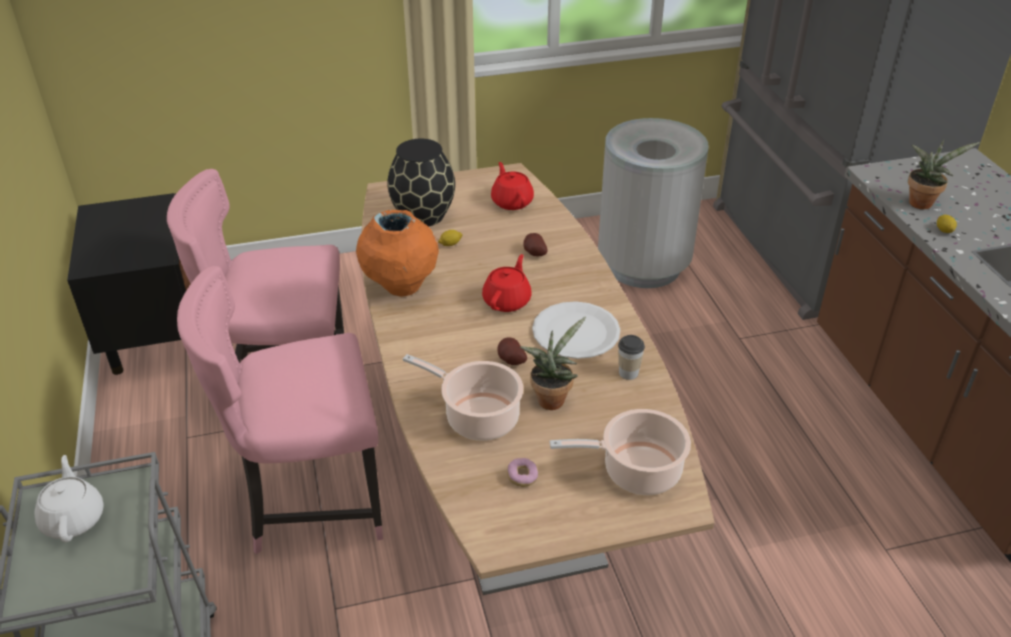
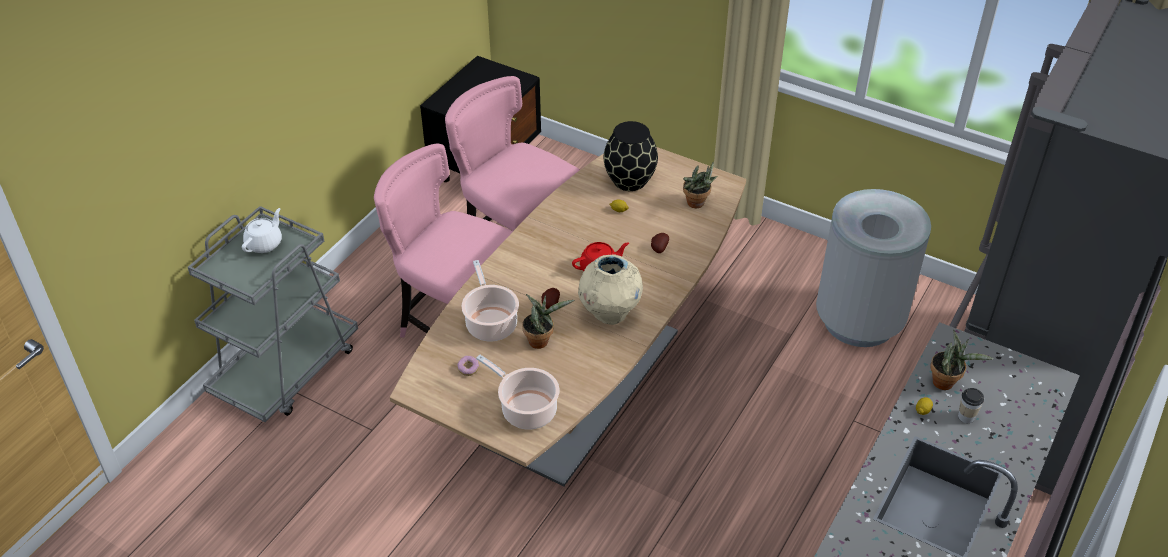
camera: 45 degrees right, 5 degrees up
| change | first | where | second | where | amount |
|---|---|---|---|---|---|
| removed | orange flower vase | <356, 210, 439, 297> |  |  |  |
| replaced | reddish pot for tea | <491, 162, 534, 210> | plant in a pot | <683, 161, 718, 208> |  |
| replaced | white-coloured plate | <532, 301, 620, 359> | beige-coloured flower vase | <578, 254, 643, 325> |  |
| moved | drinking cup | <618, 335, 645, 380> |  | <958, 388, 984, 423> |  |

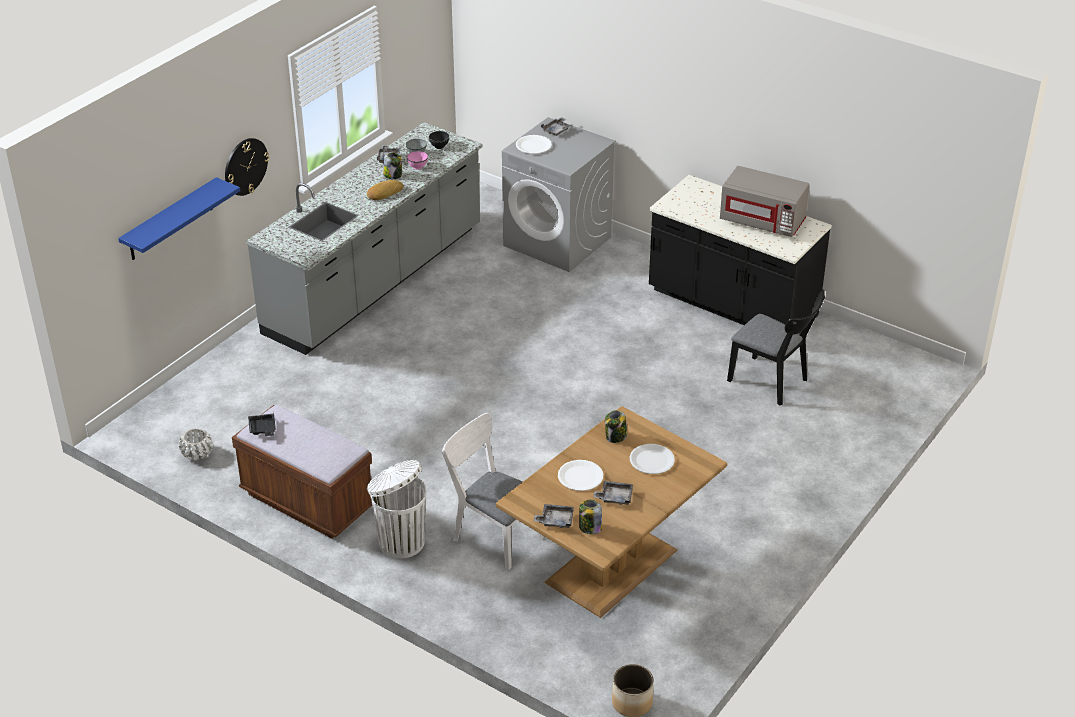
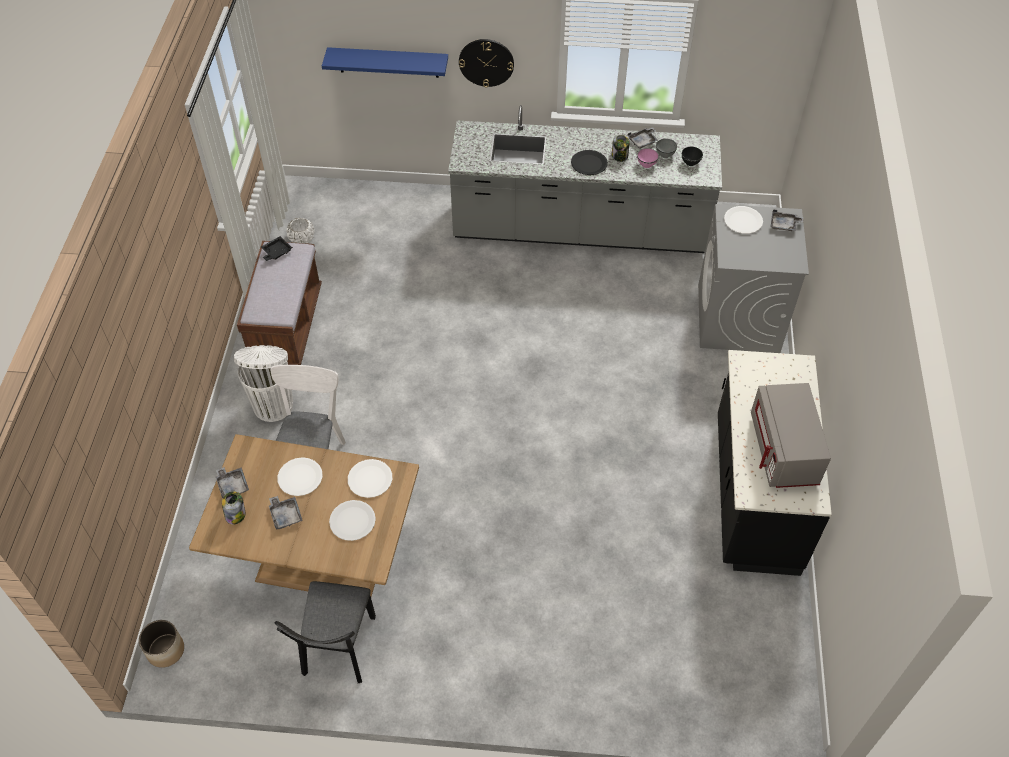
camera: 60 degrees right, 15 degrees up
| change | first | where | second | where | amount |
|---|---|---|---|---|---|
| replaced | baked bread | <367, 180, 404, 200> | blackish plate | <571, 150, 608, 175> |  |
| replaced | jar | <605, 410, 627, 443> | white-coloured plate | <348, 459, 392, 498> |  |
| moved | blackish plain chair | <727, 290, 825, 406> |  | <275, 581, 376, 683> |  |

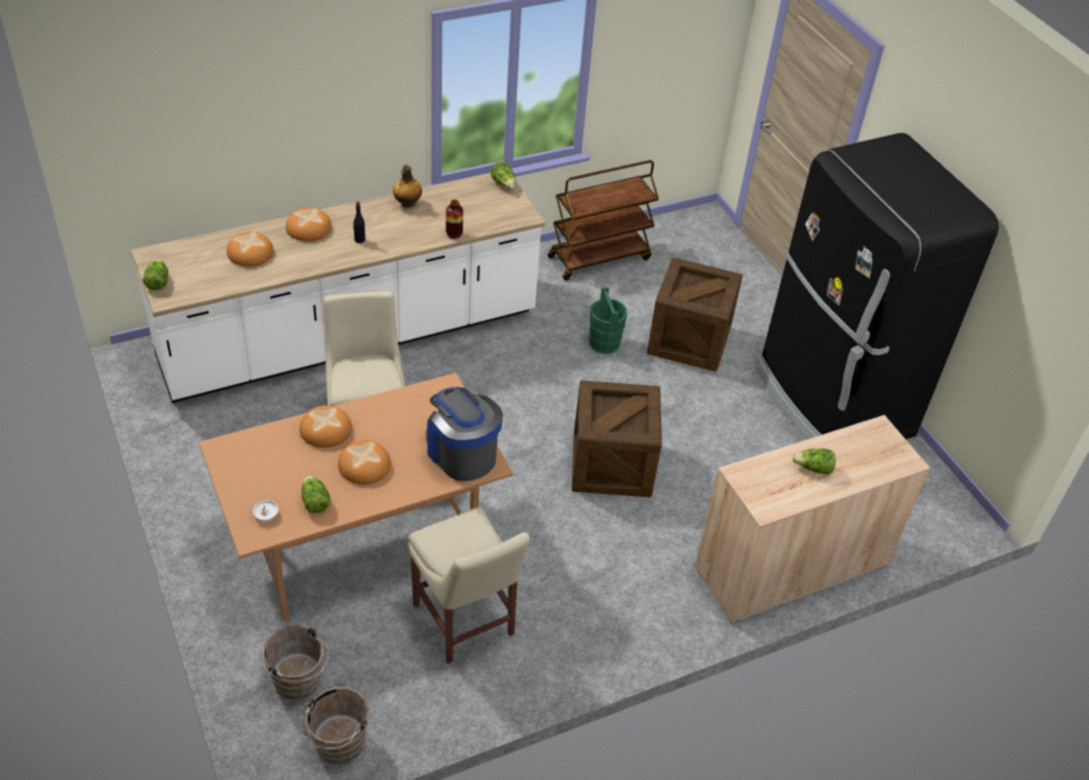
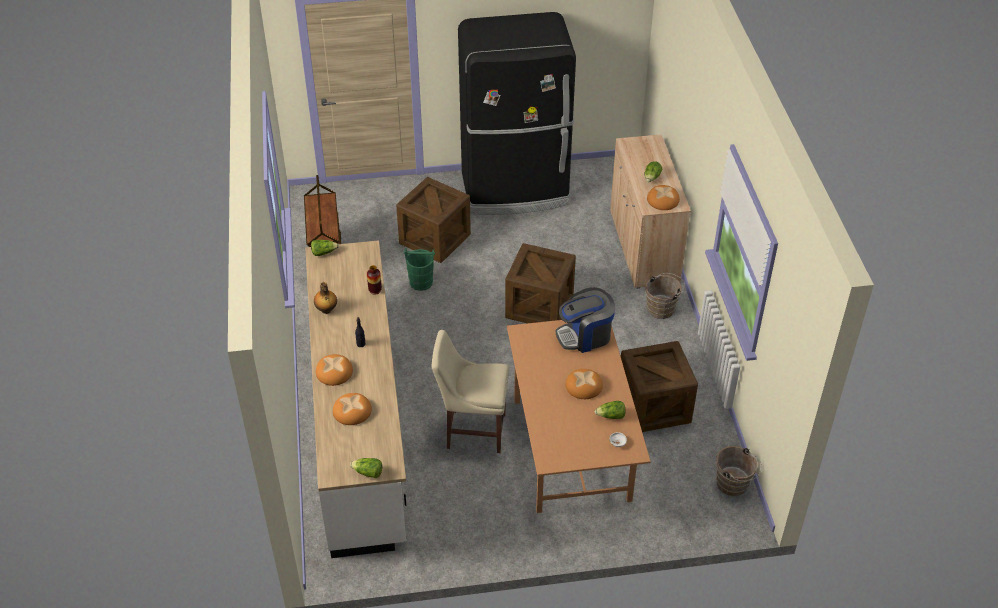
camera: 70 degrees left, 0 degrees up
| change | first | where | second | where | amount |
|---|---|---|---|---|---|
| moved | brown water bucket | <263, 625, 329, 700> |  | <645, 273, 685, 319> |  |
| moved | baked bread | <299, 405, 352, 448> |  | <647, 185, 680, 210> |  |
| replaced | beige-coloured plain chair | <407, 507, 530, 664> | packing crate | <621, 341, 698, 432> |  |

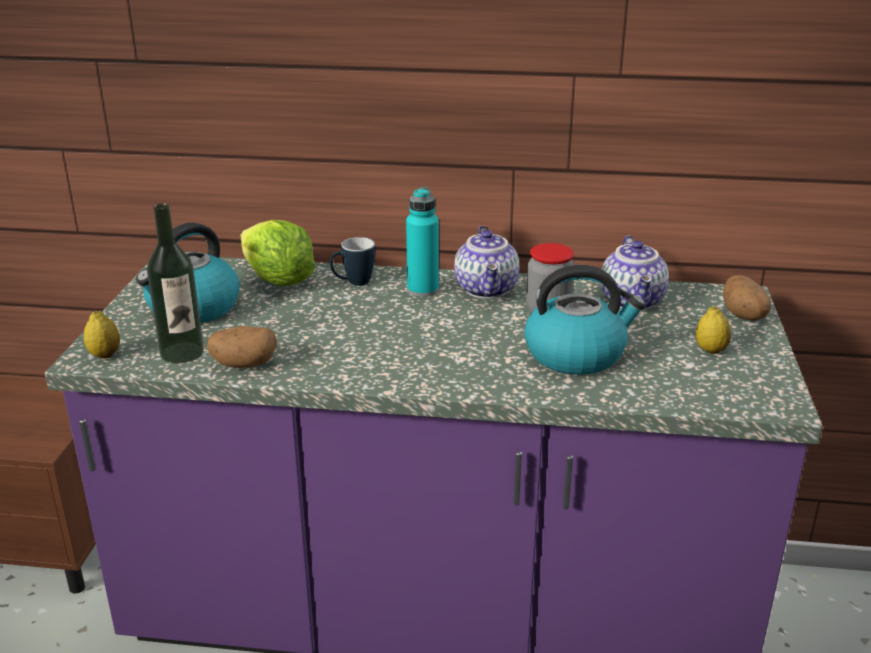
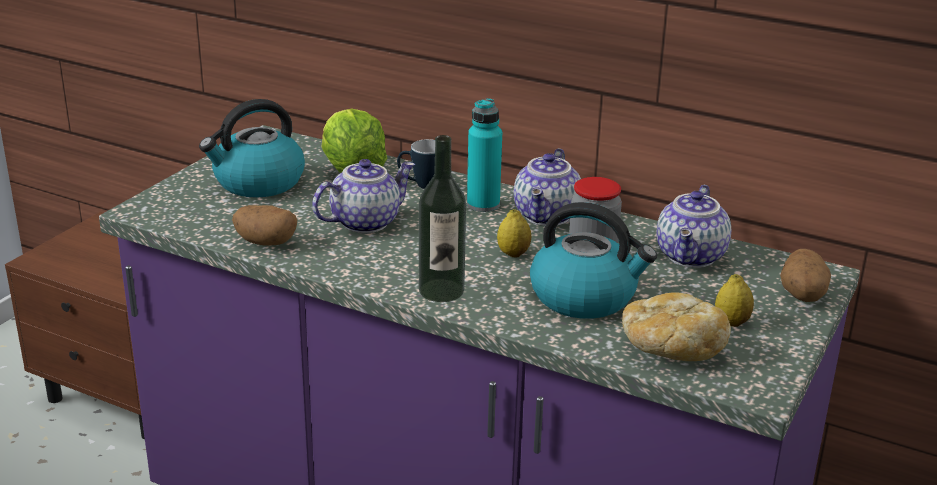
camera: 20 degrees right, 0 degrees up
| change | first | where | second | where | amount |
|---|---|---|---|---|---|
| moved | whole lemon | <84, 311, 120, 359> |  | <497, 209, 531, 257> |  |
| moved | beverage bottle | <147, 203, 204, 364> |  | <419, 135, 466, 302> |  |
| added |  |  | pot for tea | <312, 159, 415, 233> |  |
| added |  |  | baked bread | <622, 292, 731, 361> |  |

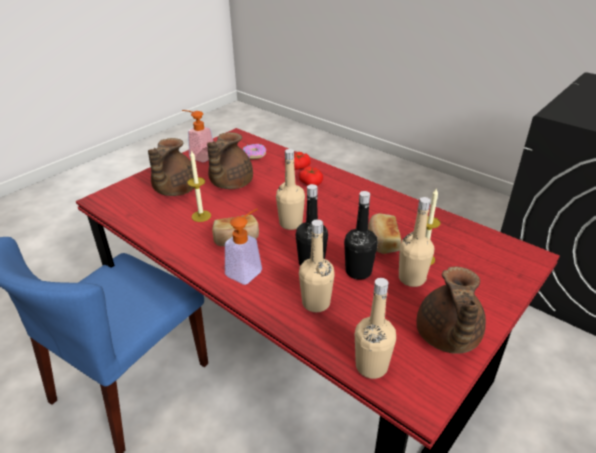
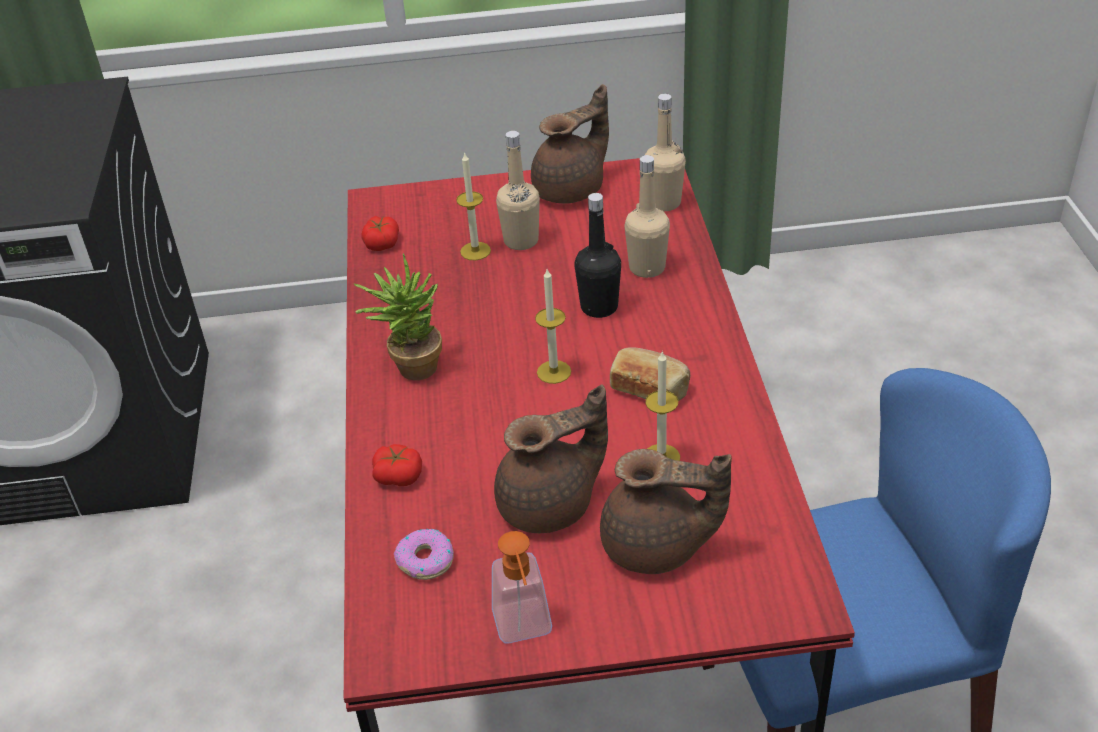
camera: 135 degrees left, 5 degrees up
| change | first | where | second | where | amount |
|---|---|---|---|---|---|
| turned | brown pot for tea | <148, 138, 195, 196> |  | <600, 449, 732, 574> | 45 degrees clockwise |
| removed | soap dispenser | <225, 209, 262, 285> |  |  |  |
| replaced | beige-coloured beverage bottle | <276, 149, 305, 230> | wax candle | <535, 269, 571, 384> |  |
| moved | tomato | <299, 166, 323, 186> |  | <361, 216, 399, 251> |  |
| removed | blackish beverage bottle | <344, 191, 378, 280> |  |  |  |
| removed | baked bread | <368, 213, 401, 254> |  |  |  |
| added |  |  | plant in a pot | <353, 253, 442, 380> |  |

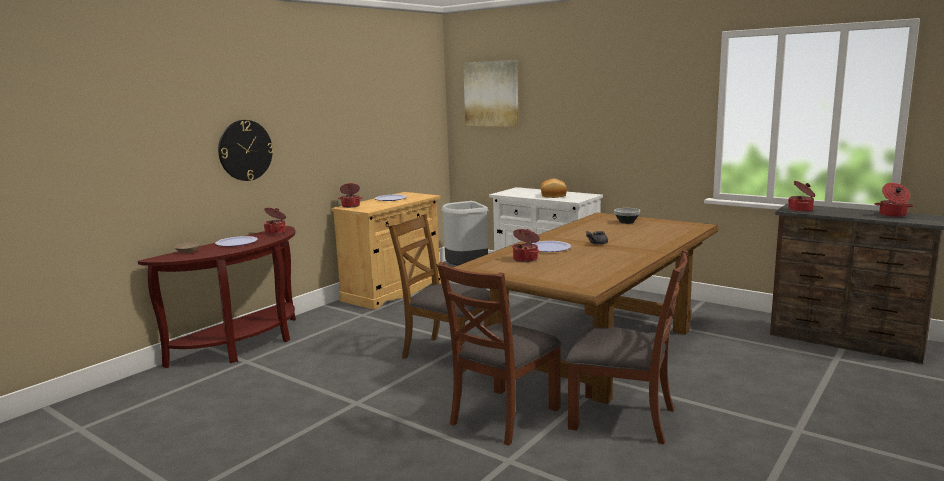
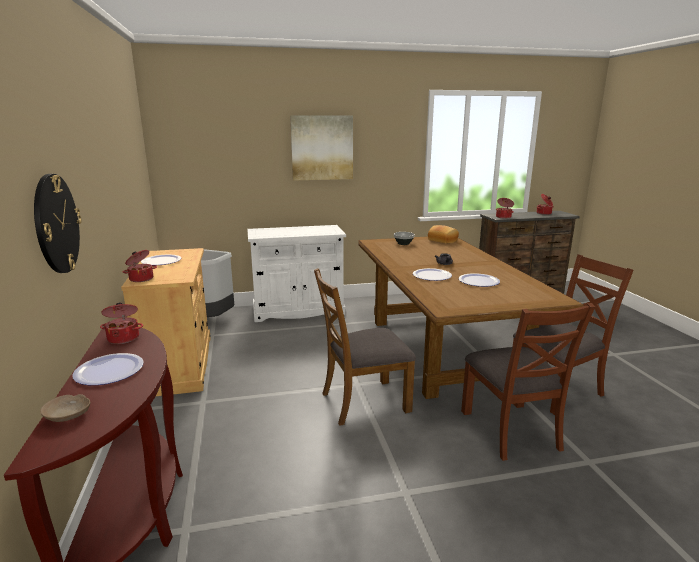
camera: 50 degrees left, 5 degrees up
| change | first | where | second | where | amount |
|---|---|---|---|---|---|
| moved | picture | <463, 60, 519, 127> |  | <290, 115, 353, 181> |  |
| removed | cooking pot | <512, 229, 540, 262> |  |  |  |
| moved | baked bread | <541, 178, 567, 198> |  | <428, 225, 459, 244> |  |
| added |  |  | plate | <458, 273, 500, 287> |  |

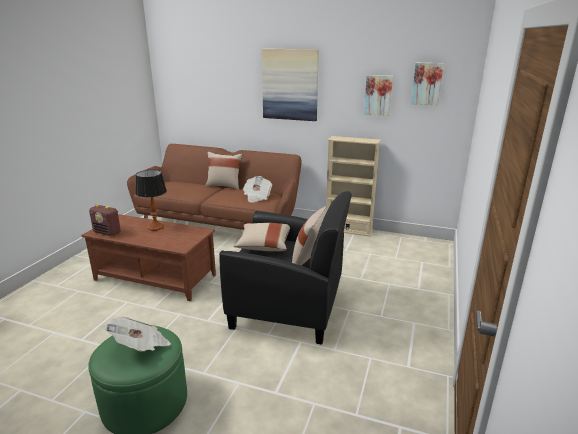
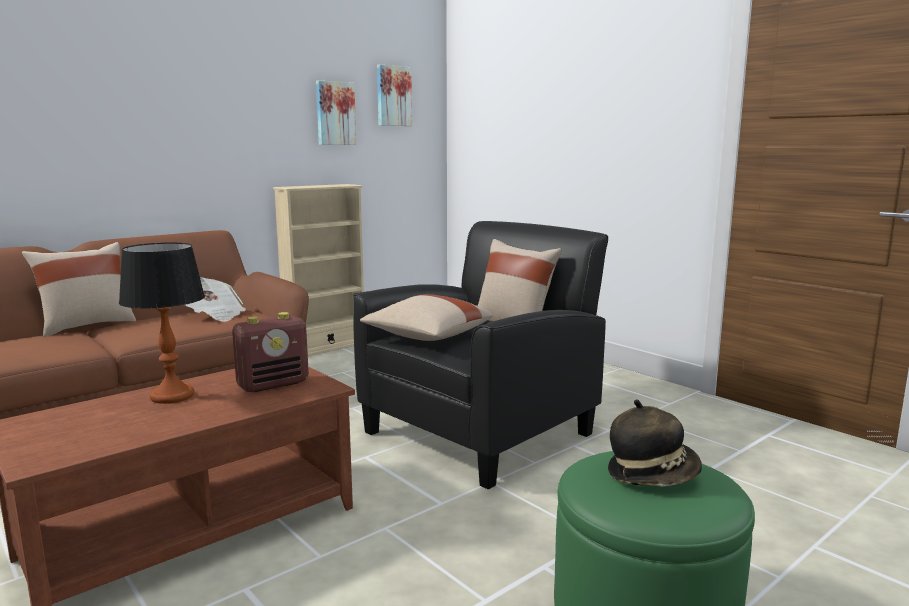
camera: 60 degrees left, 10 degrees down
| change | first | where | second | where | amount |
|---|---|---|---|---|---|
| moved | radio set | <89, 204, 121, 236> |  | <232, 312, 309, 393> |  |
| replaced | printed paper | <104, 317, 171, 352> | hat | <608, 399, 702, 487> |  |
| removed | picture | <262, 49, 319, 121> |  |  |  |

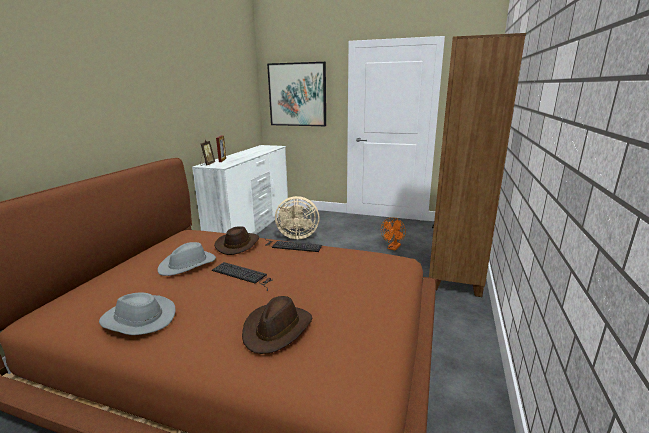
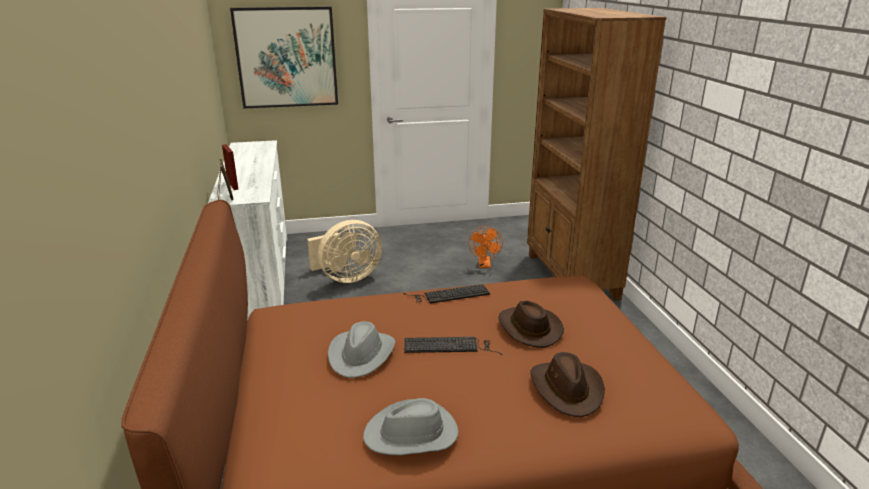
camera: 30 degrees left, 5 degrees up
| change | first | where | second | where | amount |
|---|---|---|---|---|---|
| moved | brown hat | <214, 226, 259, 255> |  | <498, 301, 564, 348> |  |

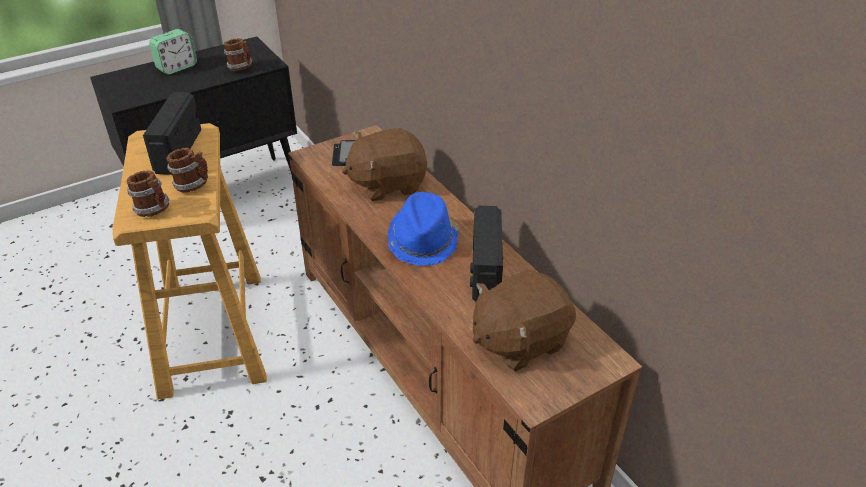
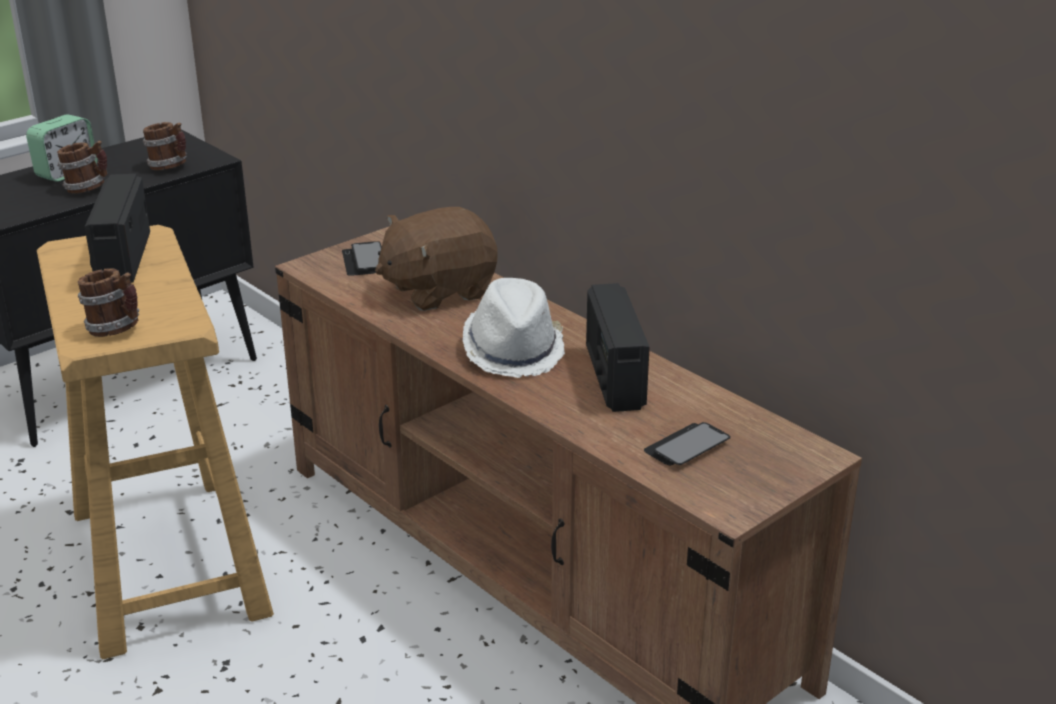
camera: 10 degrees left, 10 degrees down
| change | first | where | second | where | amount |
|---|---|---|---|---|---|
| moved | mug | <166, 148, 208, 193> |  | <57, 140, 107, 194> |  |
| recoloured | blue hat | <388, 192, 459, 266> | white-coloured hat | <463, 278, 565, 378> |  |
| replaced | brown soft toy | <473, 269, 576, 372> | handset | <644, 422, 731, 466> |  |

